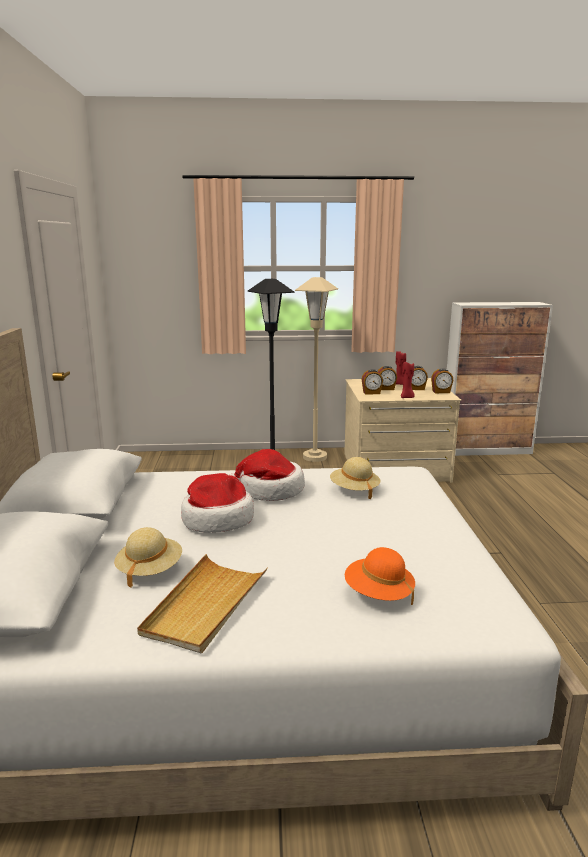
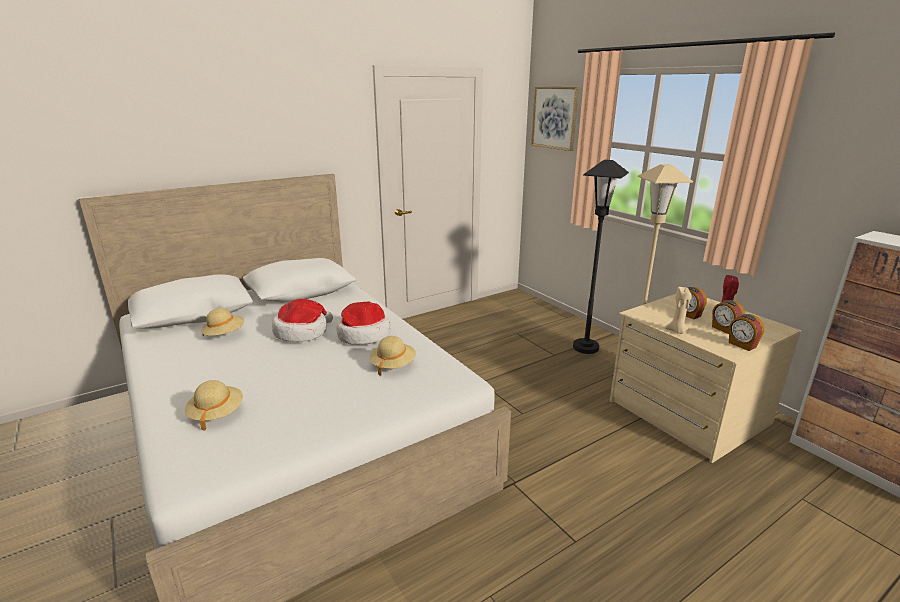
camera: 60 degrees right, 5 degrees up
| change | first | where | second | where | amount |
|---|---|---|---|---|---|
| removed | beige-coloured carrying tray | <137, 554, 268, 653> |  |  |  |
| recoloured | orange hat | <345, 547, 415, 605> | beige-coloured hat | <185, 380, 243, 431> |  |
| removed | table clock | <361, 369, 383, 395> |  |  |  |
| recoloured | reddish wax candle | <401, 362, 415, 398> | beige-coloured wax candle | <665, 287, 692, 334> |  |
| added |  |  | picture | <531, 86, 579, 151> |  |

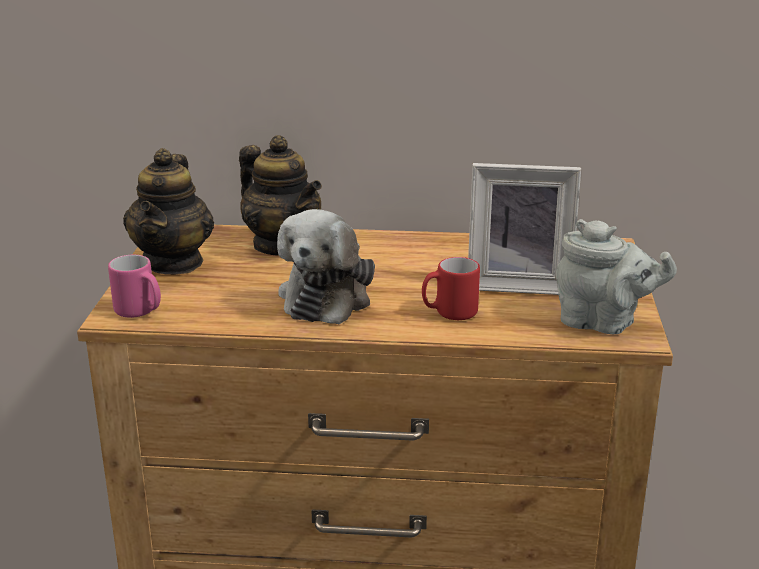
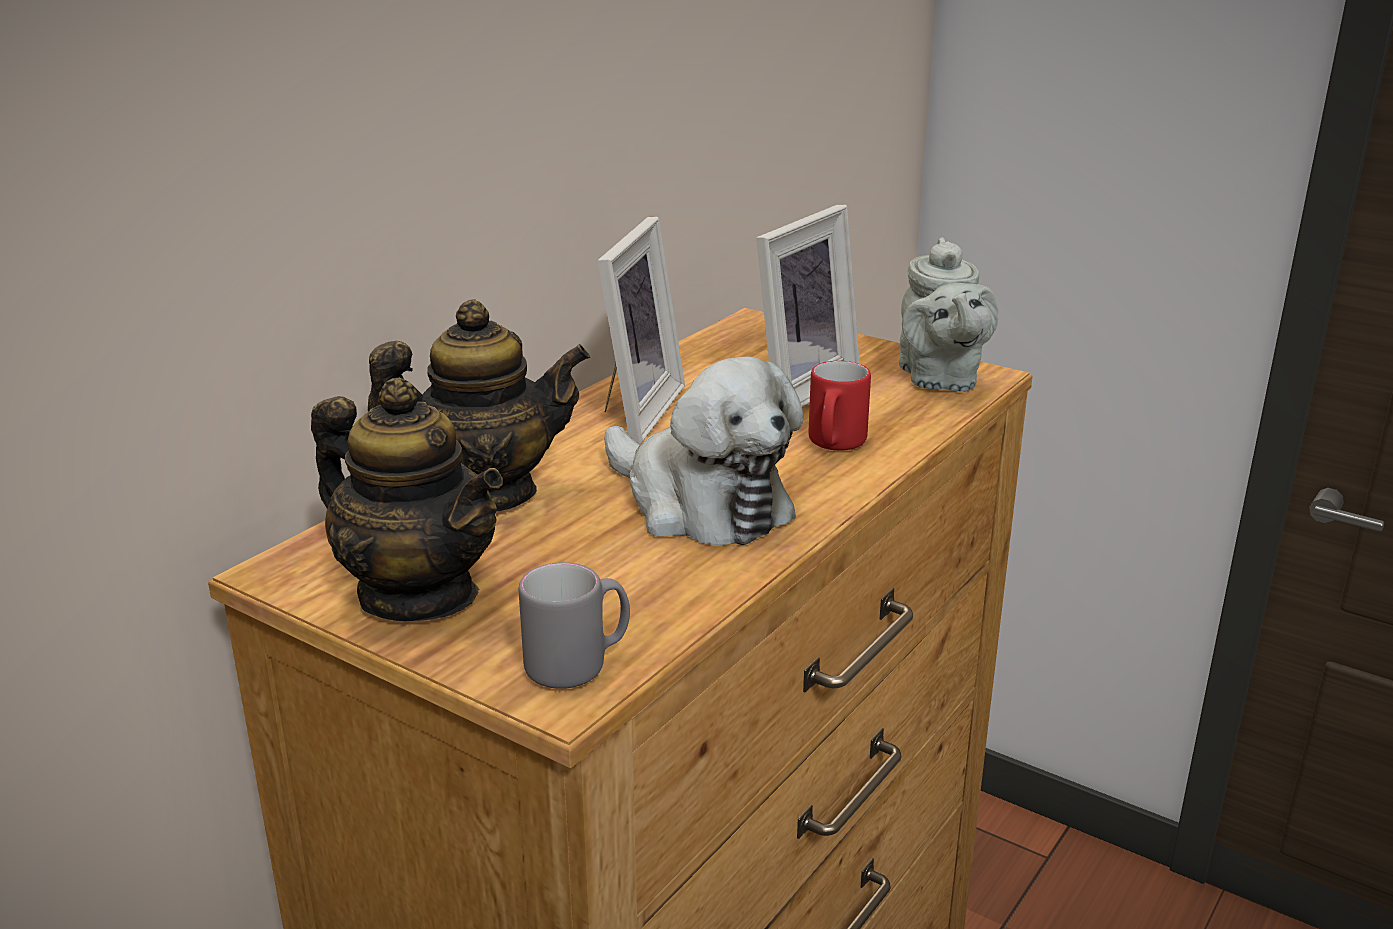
camera: 60 degrees left, 0 degrees up
| change | first | where | second | where | amount |
|---|---|---|---|---|---|
| recoloured | pinkish mug | <108, 255, 161, 318> | grey mug | <519, 562, 630, 689> |  |
| turned | grey pot for tea | <556, 219, 677, 334> |  | <899, 237, 999, 392> | 120 degrees clockwise |
| added |  |  | photo frame | <598, 216, 685, 444> |  |

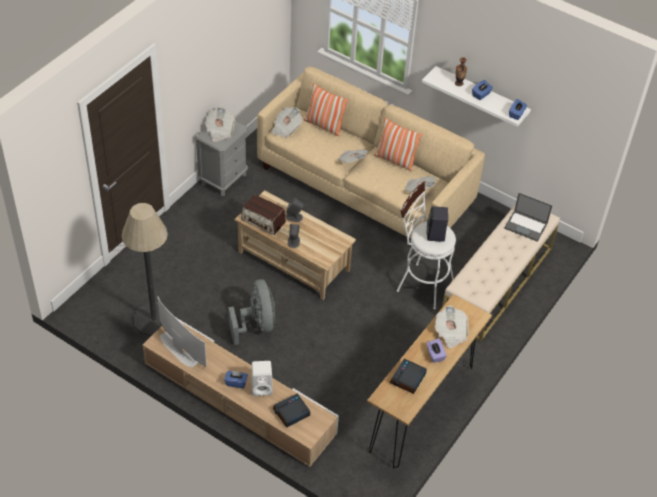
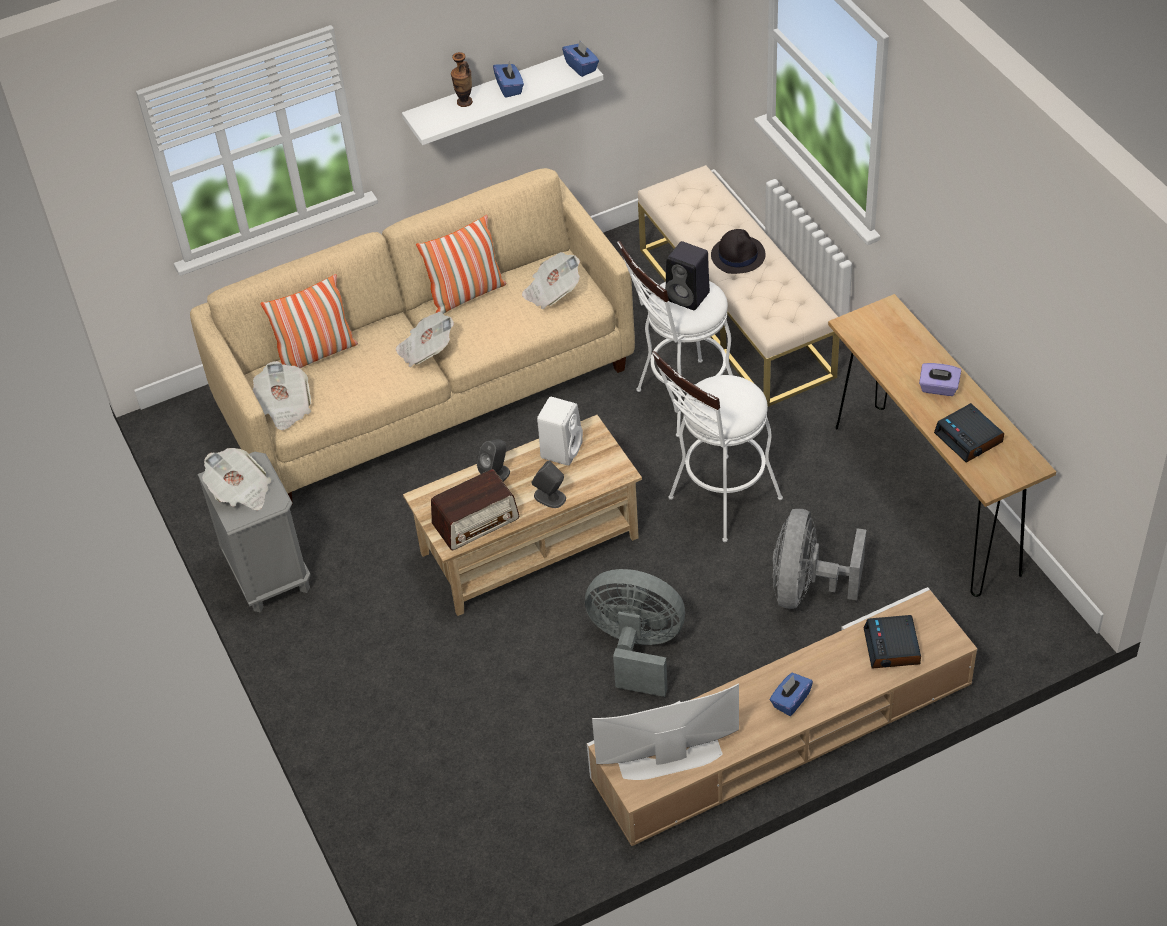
camera: 55 degrees left, 0 degrees up
| change | first | where | second | where | amount |
|---|---|---|---|---|---|
| removed | floor lamp | <121, 203, 174, 336> |  |  |  |
| moved | white-coloured speaker | <251, 361, 273, 396> |  | <537, 397, 583, 466> |  |
| removed | printed paper | <435, 305, 469, 348> |  |  |  |
| removed | portable computer | <504, 193, 552, 242> |  |  |  |
| added |  |  | white-coloured stool | <652, 351, 783, 542> |  |
| added |  |  | blackish hat | <711, 229, 766, 274> |  |
| added |  |  | grey cooling fan | <773, 509, 866, 609> |  |

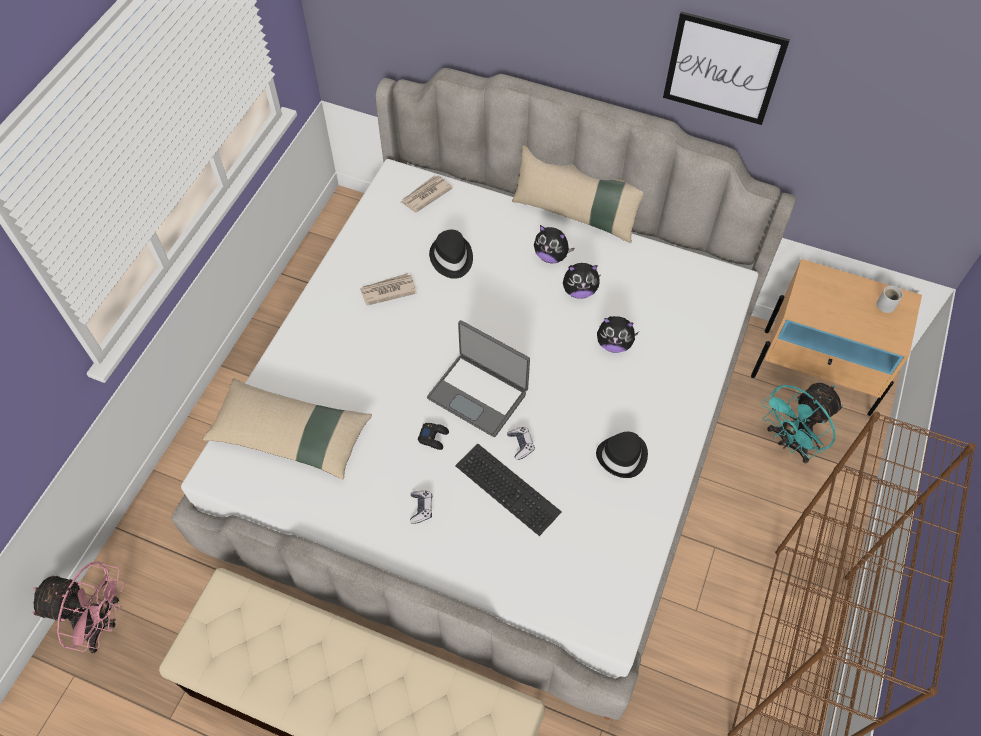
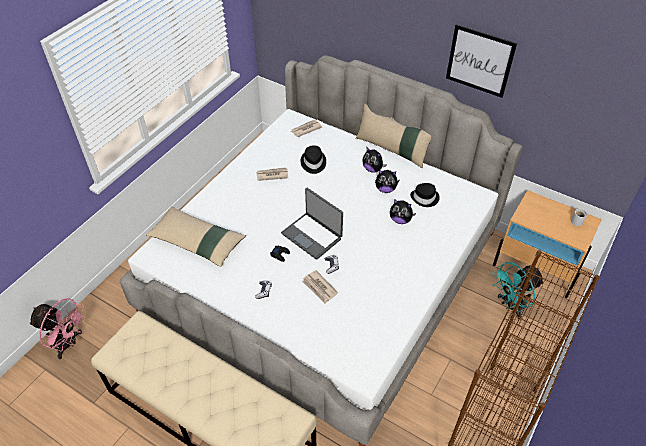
camera: 10 degrees right, 10 degrees down
| change | first | where | second | where | amount |
|---|---|---|---|---|---|
| replaced | keyboard | <455, 444, 562, 536> | printed paper | <302, 270, 338, 304> |  |
| moved | blackish hat | <596, 432, 648, 478> |  | <410, 183, 440, 207> |  |

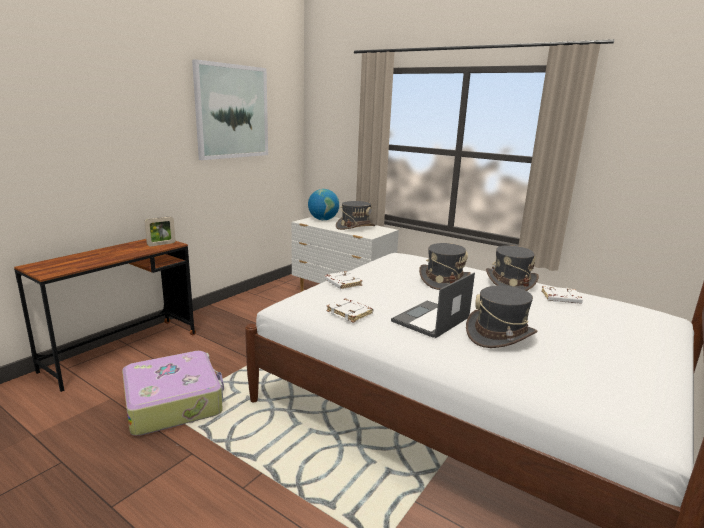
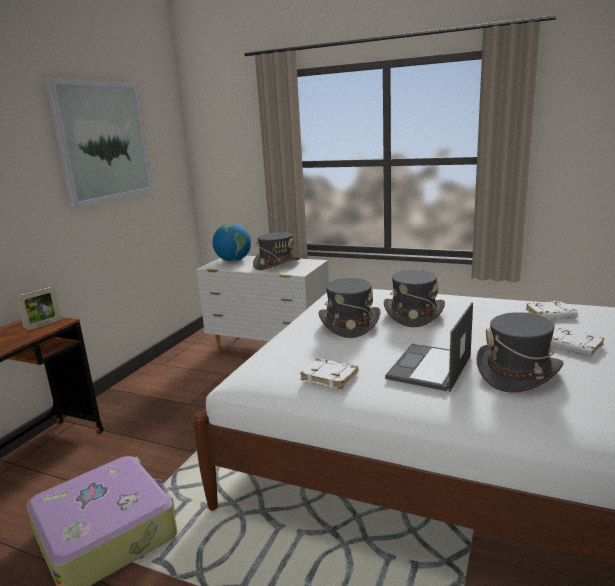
camera: 10 degrees left, 0 degrees up
| change | first | where | second | where | amount |
|---|---|---|---|---|---|
| moved | white-coloured volume | <324, 271, 363, 289> |  | <550, 328, 604, 356> |  |
| moved | grey hat | <486, 245, 539, 291> |  | <318, 278, 380, 338> |  |

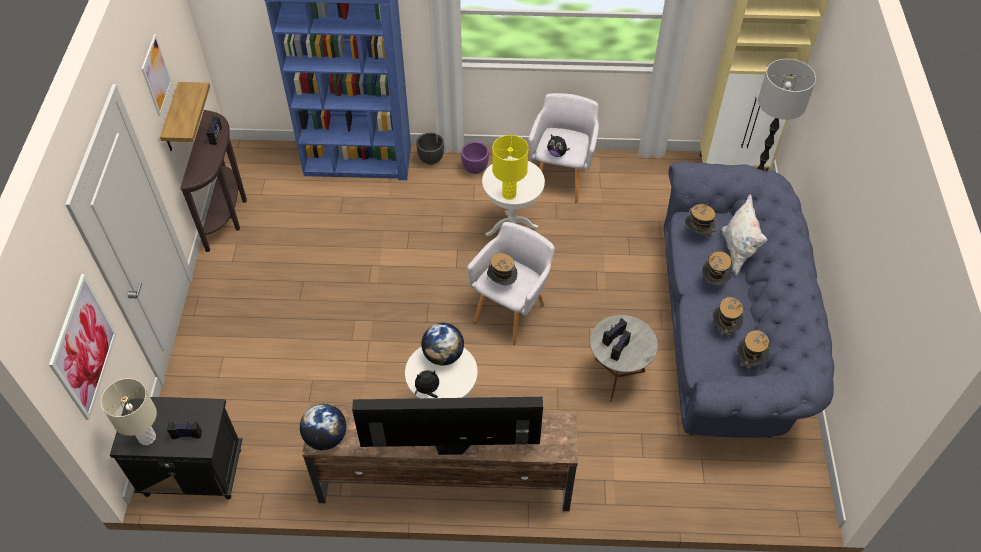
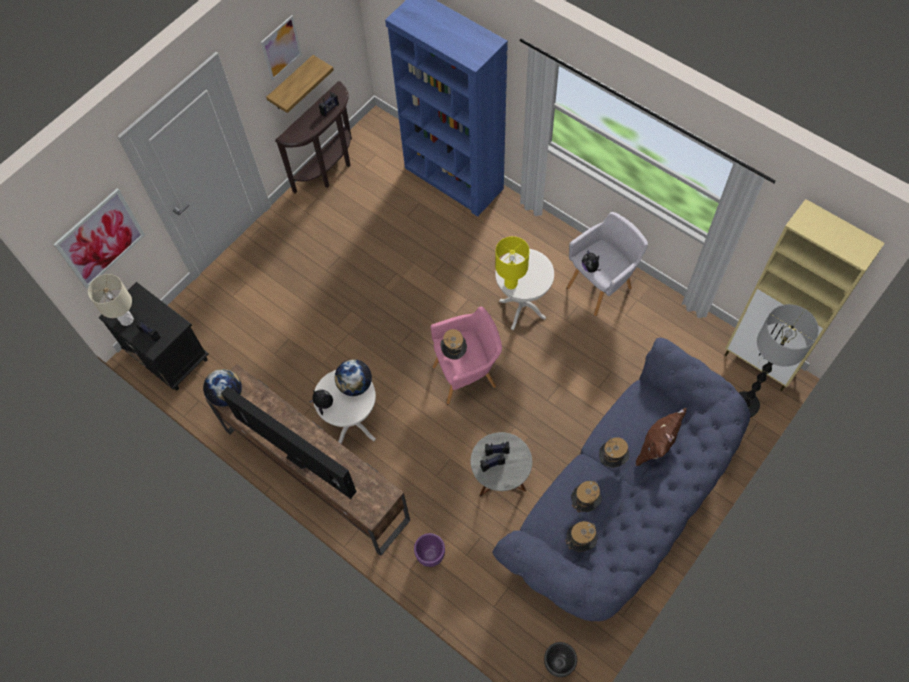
camera: 40 degrees right, 10 degrees up
| change | first | where | second | where | amount |
|---|---|---|---|---|---|
| moved | blackish plant pot | <416, 133, 444, 165> |  | <544, 642, 577, 677> |  |
| moved | purple-coloured plant pot | <461, 142, 489, 174> |  | <414, 533, 445, 567> |  |
| recoloured | grey armchair | <467, 222, 555, 345> | pinkish armchair | <431, 307, 502, 404> |  |
| removed | hat | <685, 203, 716, 236> |  |  |  |
| recoloured | white-coloured pillow | <722, 194, 768, 276> | brown pillow | <636, 408, 687, 466> |  |

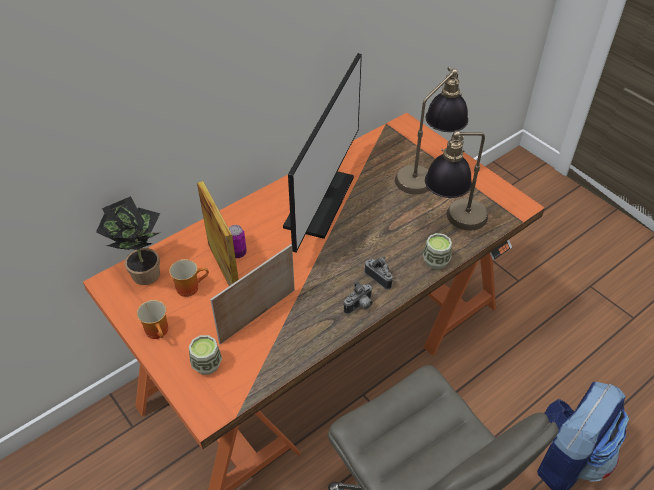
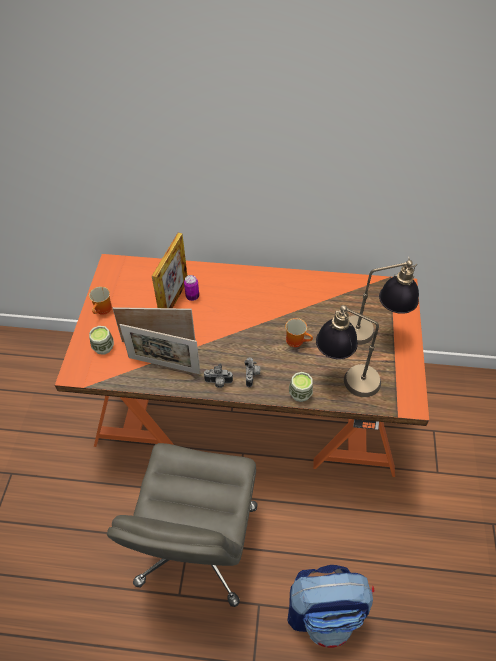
camera: 45 degrees right, 5 degrees up
| change | first | where | second | where | amount |
|---|---|---|---|---|---|
| removed | plant in a pot | <96, 196, 161, 285> |  |  |  |
| moved | mug | <169, 259, 209, 297> |  | <285, 318, 313, 347> |  |
| removed | computer screen | <283, 53, 362, 253> |  |  |  |
| added |  |  | photo frame | <120, 324, 201, 374> |  |

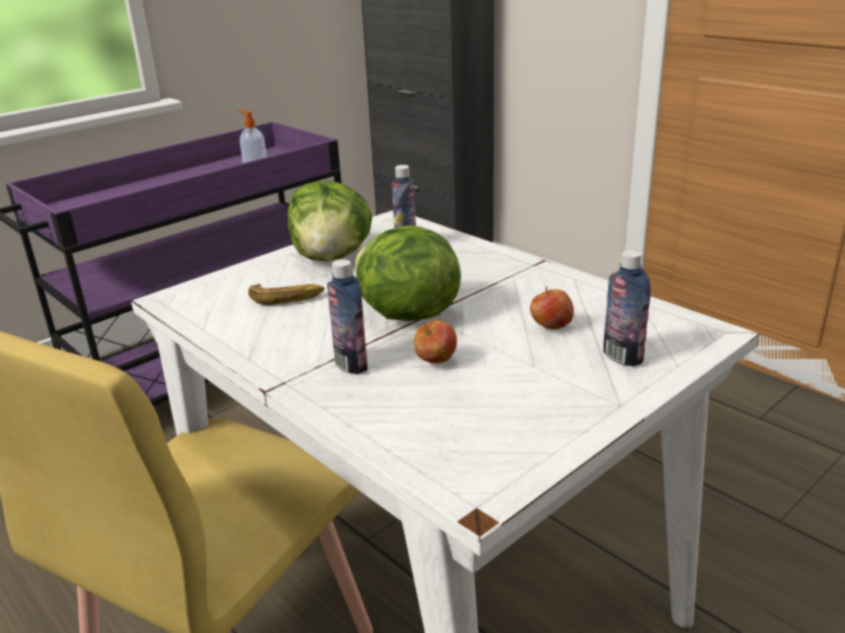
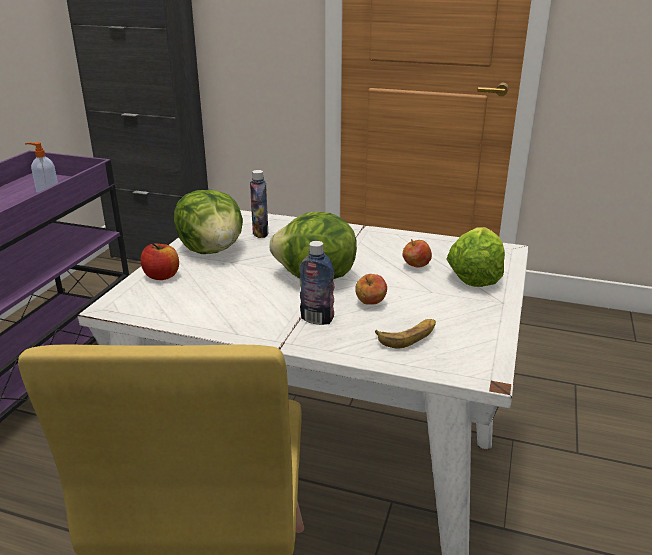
camera: 30 degrees left, 0 degrees up
| change | first | where | second | where | amount |
|---|---|---|---|---|---|
| moved | banana fruit | <248, 284, 324, 305> |  | <375, 319, 436, 349> |  |
| replaced | beverage bottle | <603, 250, 651, 367> | head of lettuce | <446, 227, 505, 287> |  |
| added |  |  | whole apple | <141, 243, 179, 280> |  |

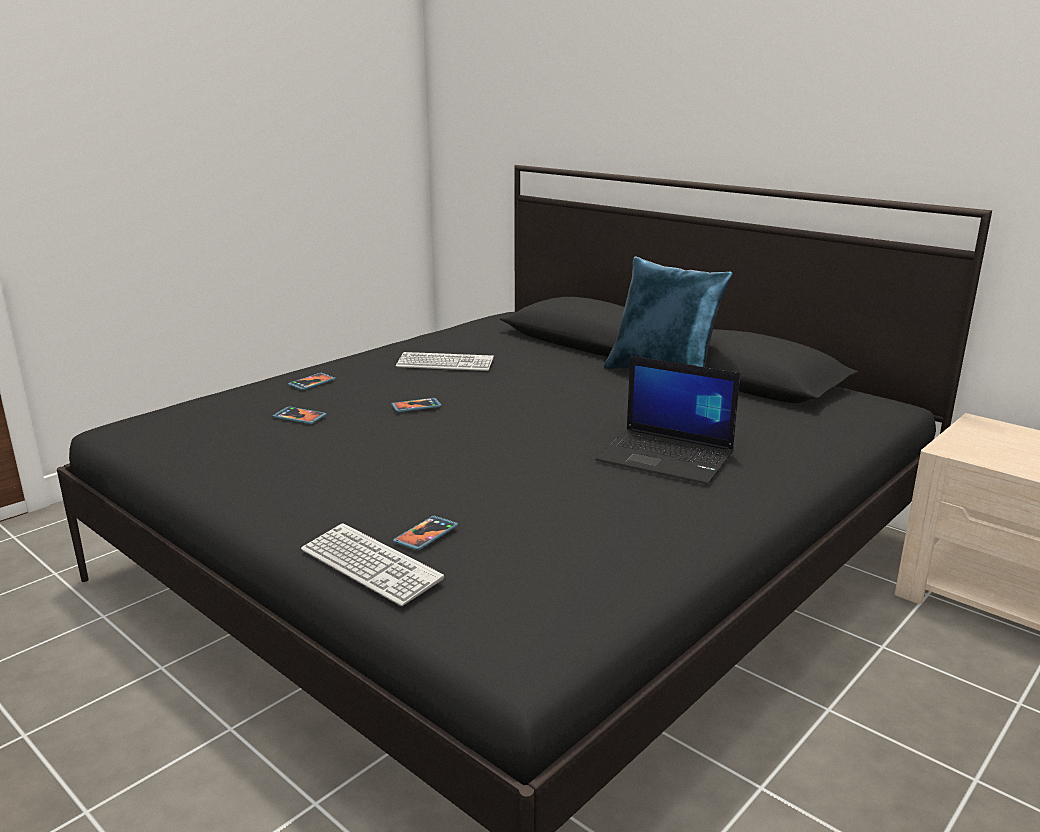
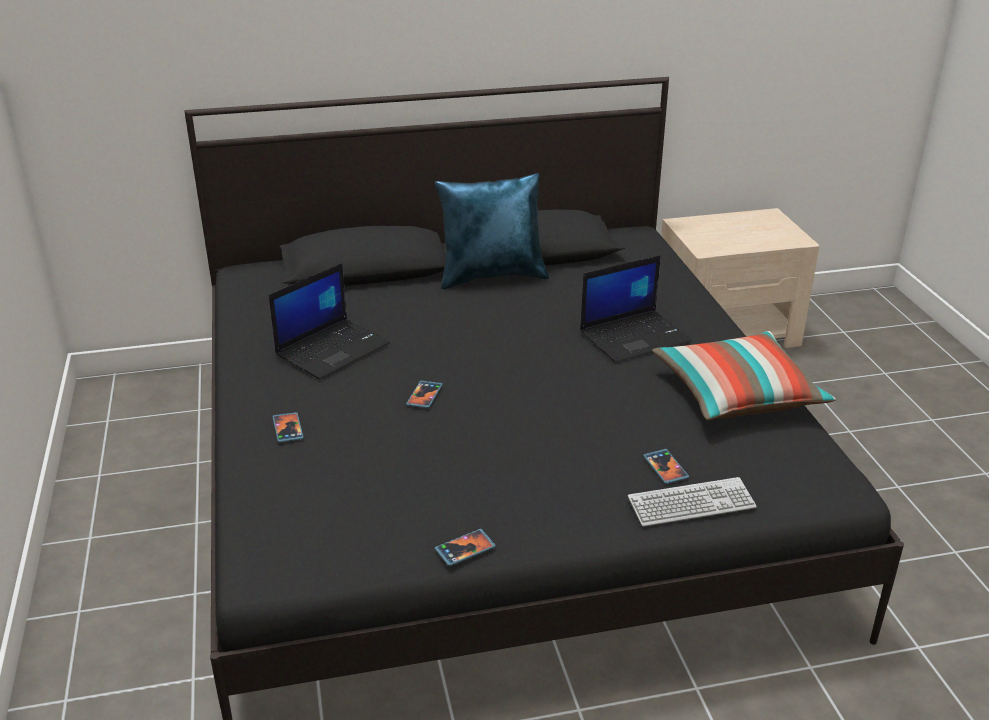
camera: 55 degrees left, 10 degrees up
| change | first | where | second | where | amount |
|---|---|---|---|---|---|
| moved | handset | <272, 406, 326, 424> |  | <435, 529, 496, 566> |  |
| replaced | keyboard | <396, 352, 494, 371> | portable computer | <269, 263, 390, 379> |  |
| added |  |  | pillow | <652, 331, 836, 420> |  |

